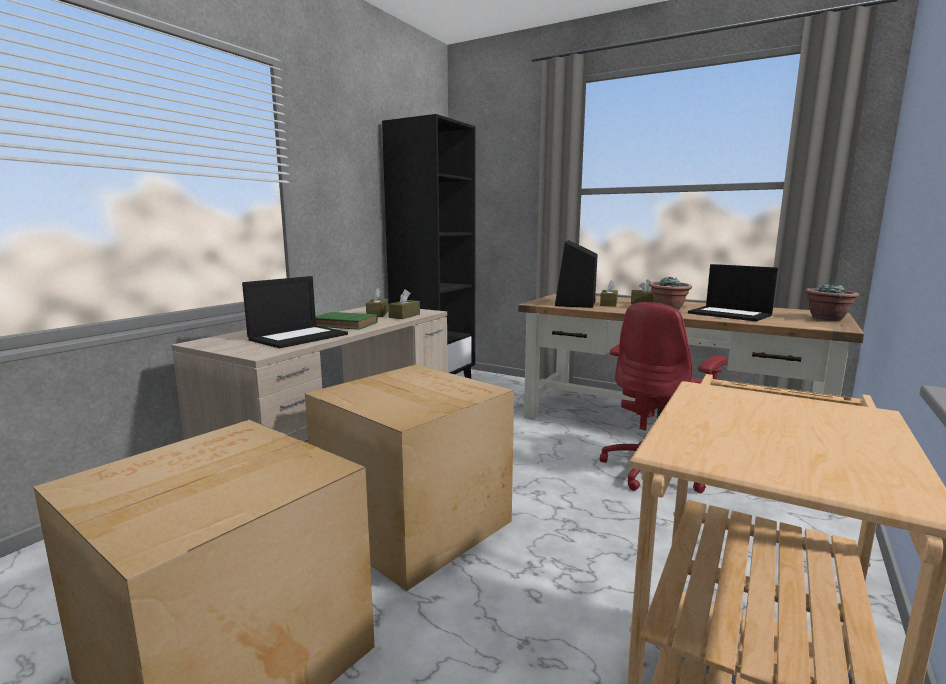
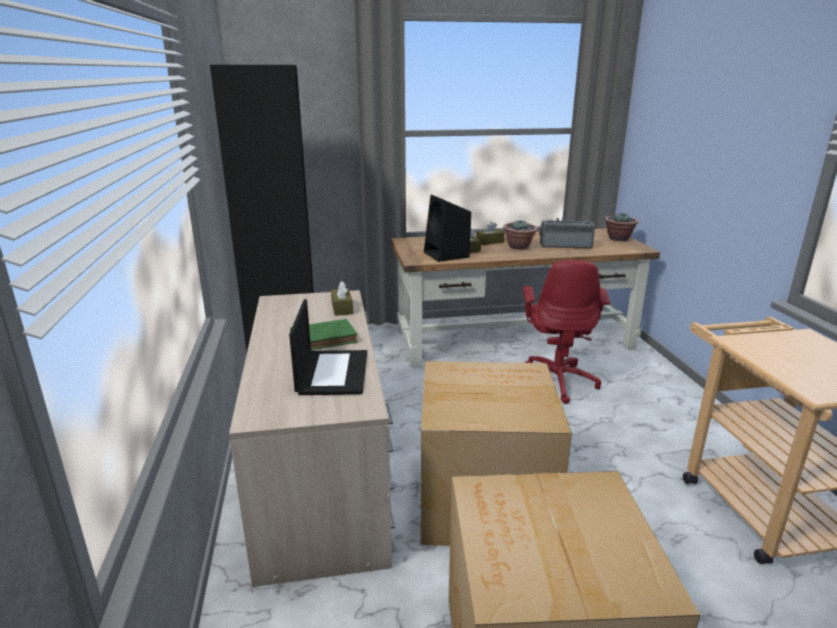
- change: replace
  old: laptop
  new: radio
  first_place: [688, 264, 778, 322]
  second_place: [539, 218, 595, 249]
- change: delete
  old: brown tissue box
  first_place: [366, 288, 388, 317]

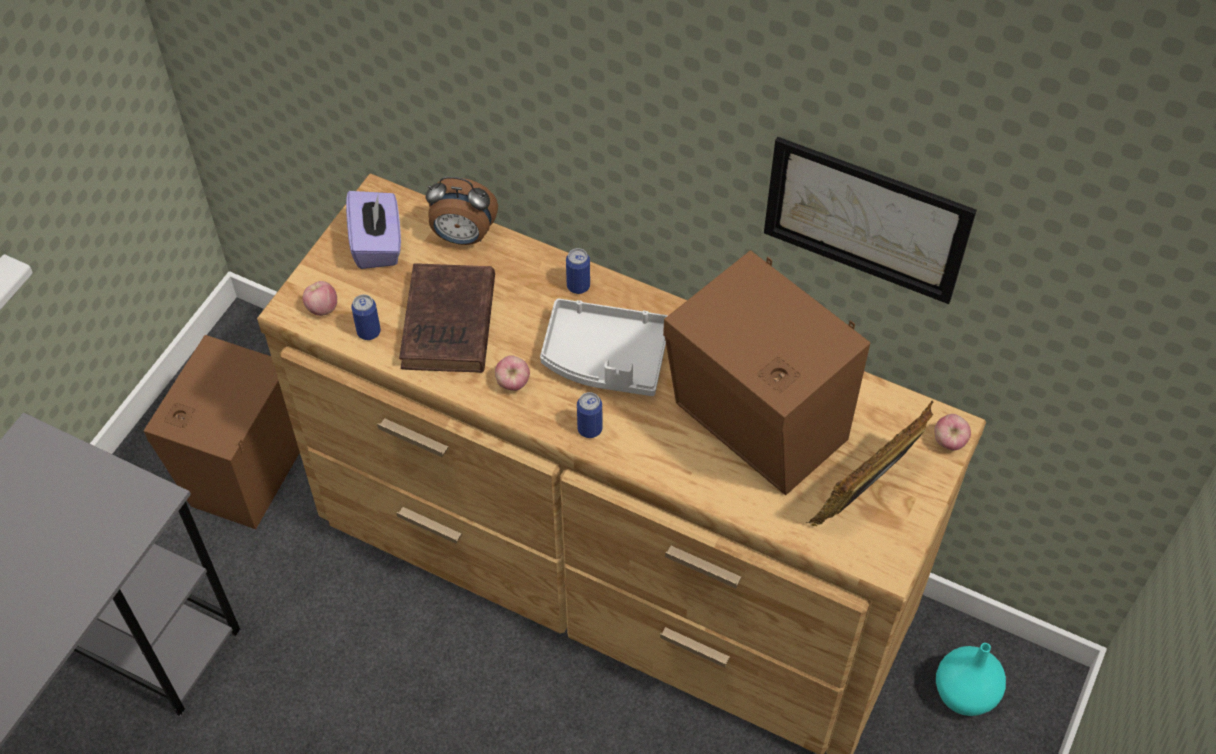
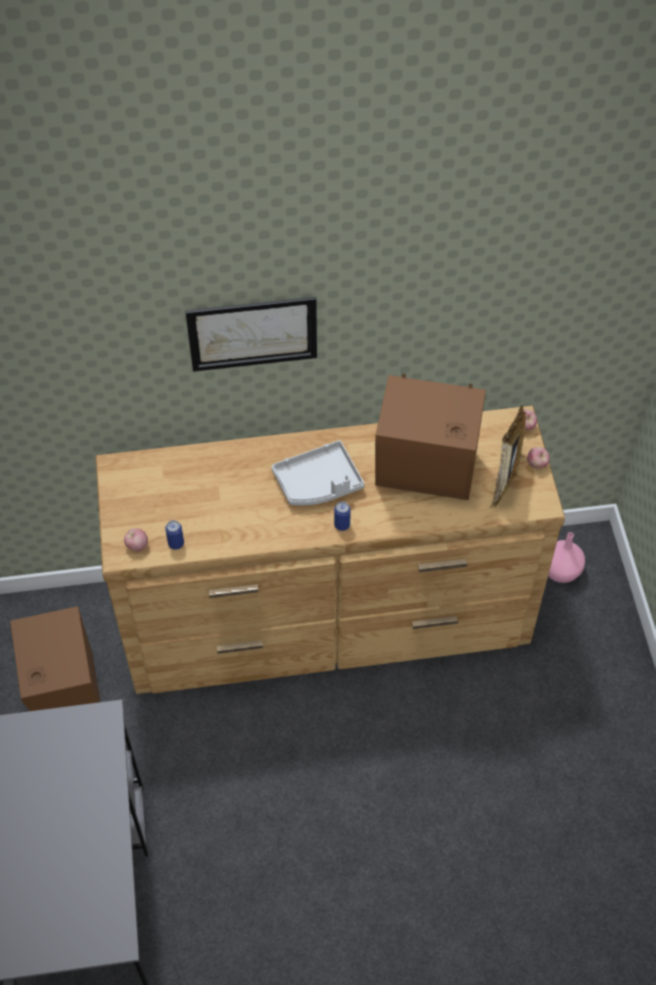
- change: move
  old: picture
  first_place: [764, 137, 977, 304]
  second_place: [185, 297, 317, 372]
- change: delete
  old: alarm clock
  first_place: [426, 177, 498, 245]
- change: delete
  old: purple tissue box
  first_place: [346, 191, 401, 269]
- change: delete
  old: can
  first_place: [566, 248, 590, 294]
- change: delete
  old: brown book
  first_place: [399, 263, 495, 373]
- change: move
  old: apple
  first_place: [495, 355, 530, 391]
  second_place: [527, 447, 550, 468]
- change: recolor
  old: turquoise vase
  new: pink vase
  first_place: [936, 643, 1006, 716]
  second_place: [548, 532, 585, 583]

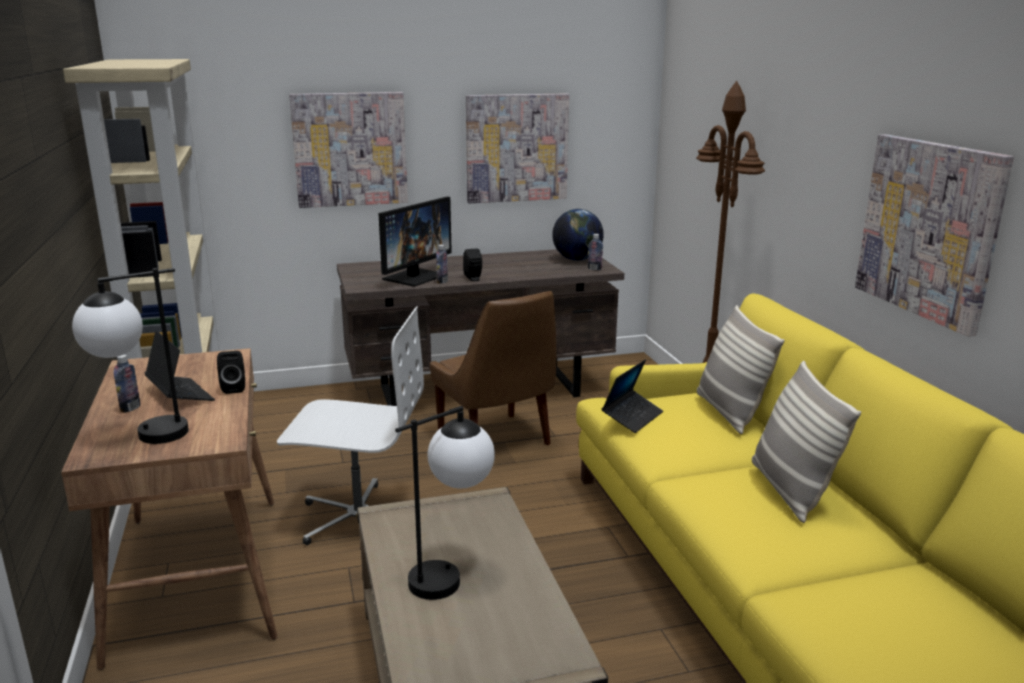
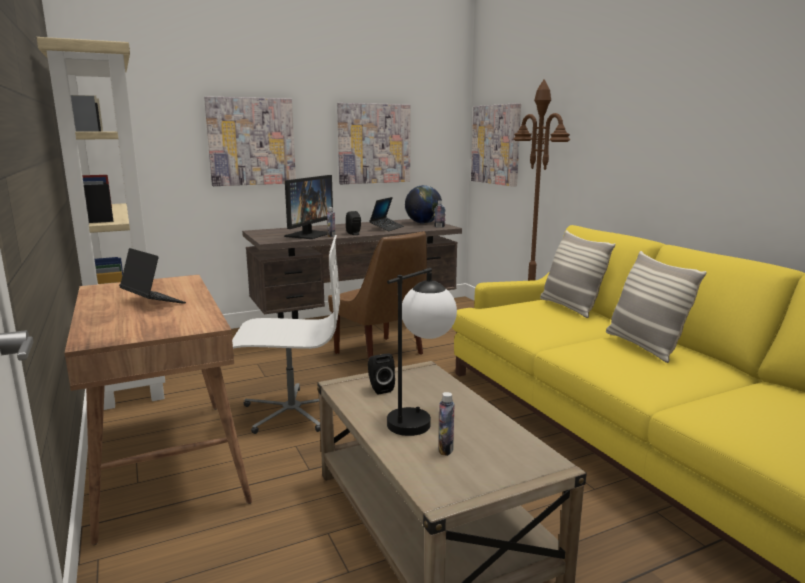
- change: move
  old: picture
  first_place: [855, 134, 1014, 337]
  second_place: [471, 103, 521, 187]
- change: delete
  old: table lamp
  first_place: [72, 268, 189, 444]
- change: move
  old: black speaker
  first_place: [217, 351, 245, 394]
  second_place: [368, 354, 395, 394]
- change: move
  old: bottle
  first_place: [114, 354, 140, 413]
  second_place: [439, 392, 455, 456]
- change: move
  old: laptop
  first_place: [602, 359, 663, 433]
  second_place: [370, 197, 404, 231]

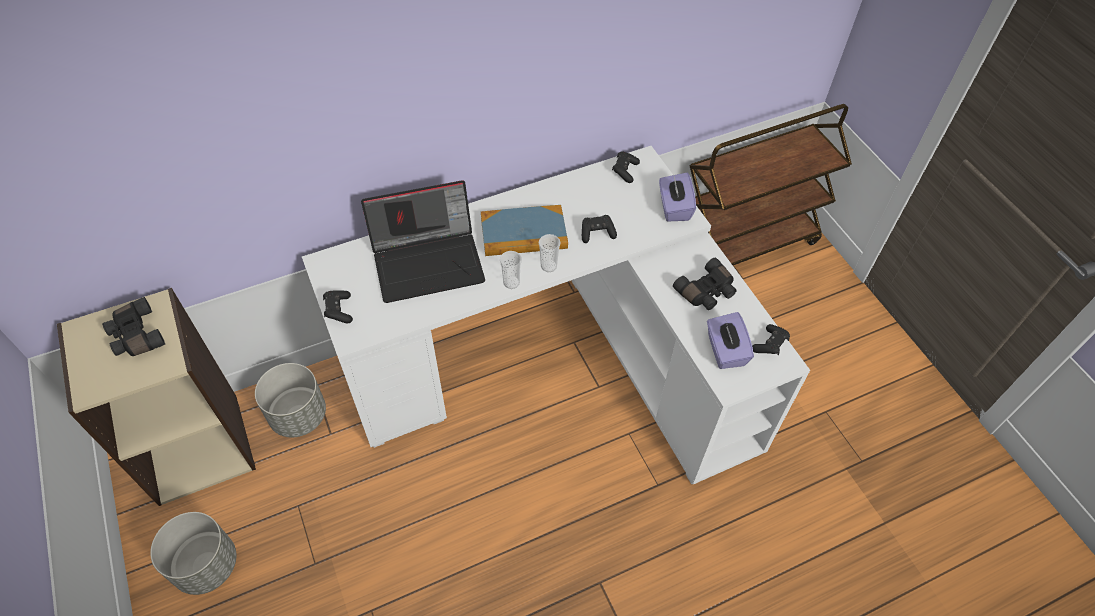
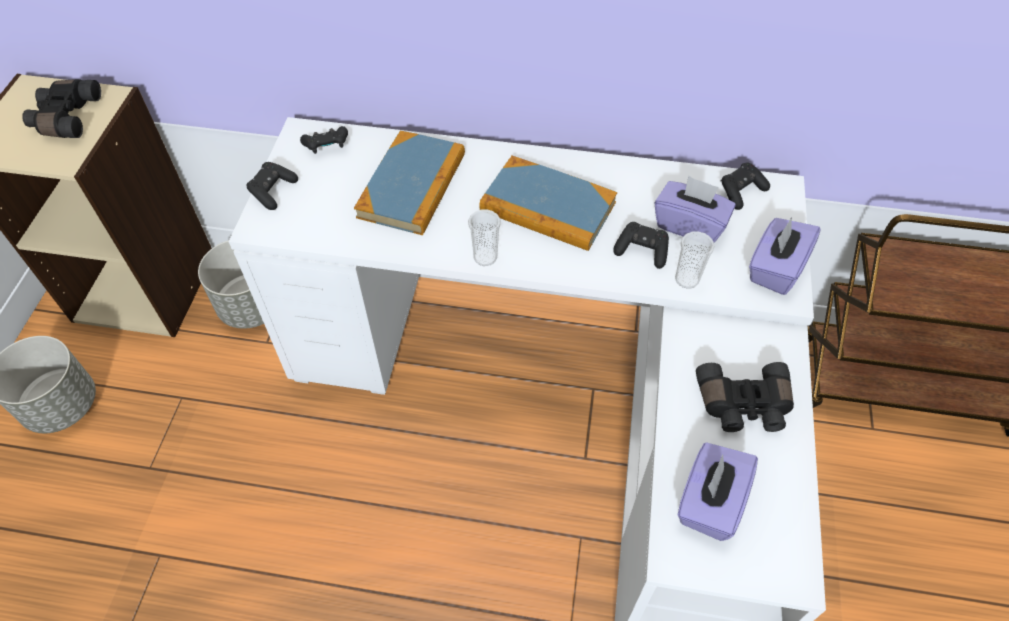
- change: replace
  old: laptop
  new: book
  first_place: [361, 180, 485, 303]
  second_place: [354, 131, 465, 235]
- change: move
  old: cup
  first_place: [539, 234, 561, 272]
  second_place: [675, 231, 715, 288]
- change: move
  old: black game controller
  first_place: [752, 324, 790, 355]
  second_place: [300, 126, 348, 154]
- change: insert
  new: purple tissue box
  second_place: [654, 176, 736, 243]

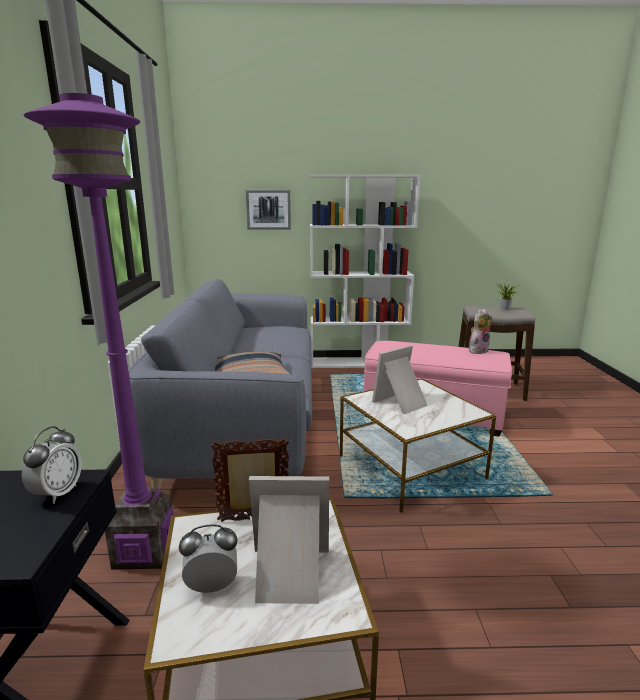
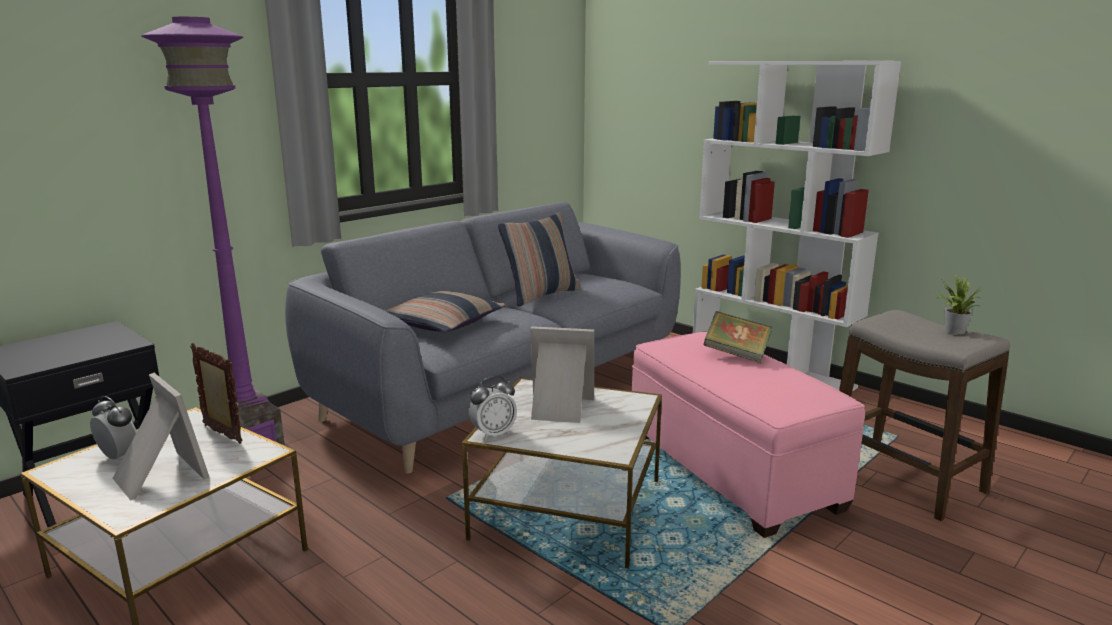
- change: delete
  old: picture
  first_place: [246, 190, 291, 230]
- change: delete
  old: plush toy
  first_place: [469, 309, 492, 354]
- change: move
  old: alarm clock
  first_place: [22, 426, 82, 504]
  second_place: [469, 376, 517, 440]
- change: insert
  new: pillow
  second_place: [498, 213, 580, 307]
- change: insert
  new: book
  second_place: [704, 311, 772, 363]

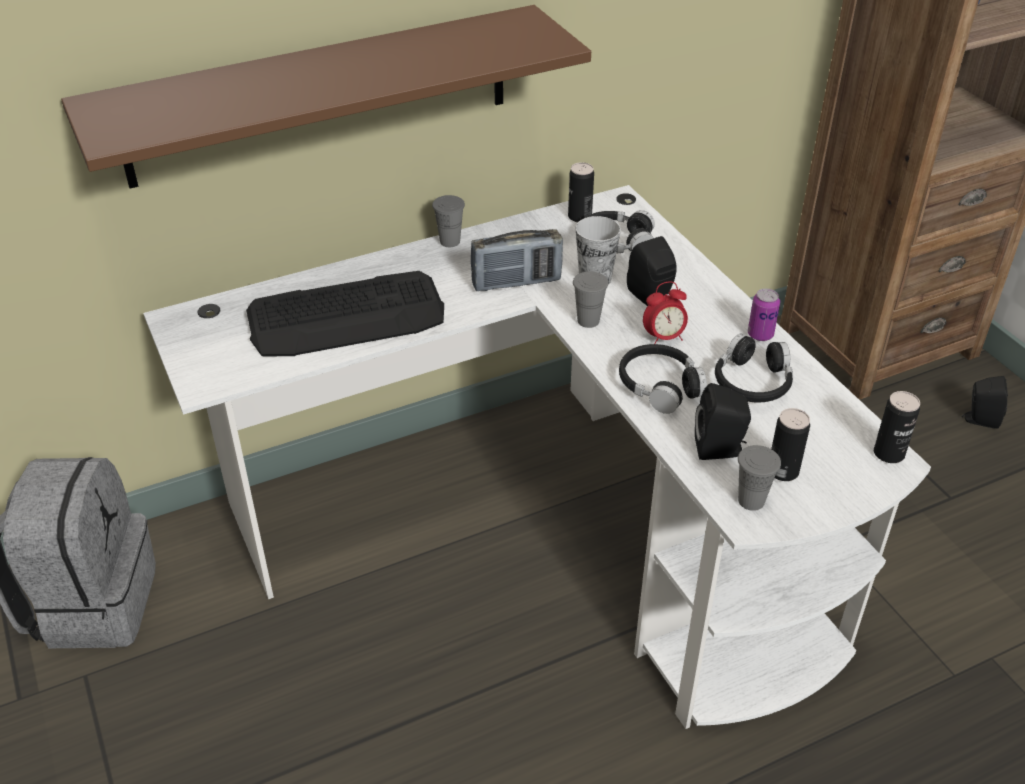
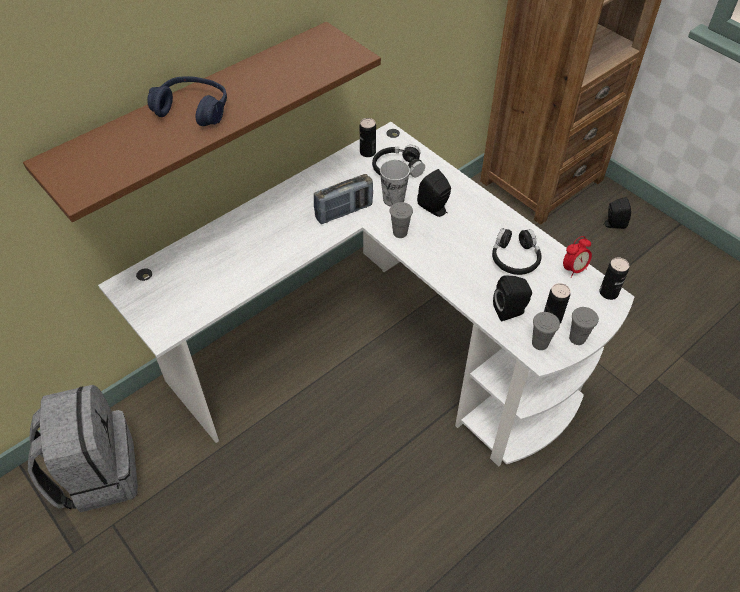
- change: move
  old: grey cup
  first_place: [432, 195, 465, 247]
  second_place: [569, 307, 599, 345]
- change: delete
  old: keyboard
  first_place: [246, 271, 444, 357]
- change: move
  old: alarm clock
  first_place: [643, 281, 688, 344]
  second_place: [563, 236, 592, 278]
- change: delete
  old: can
  first_place: [748, 289, 780, 341]
- change: delete
  old: black headphones
  first_place: [619, 344, 707, 414]
- change: insert
  new: blue headphones
  second_place: [147, 76, 227, 126]

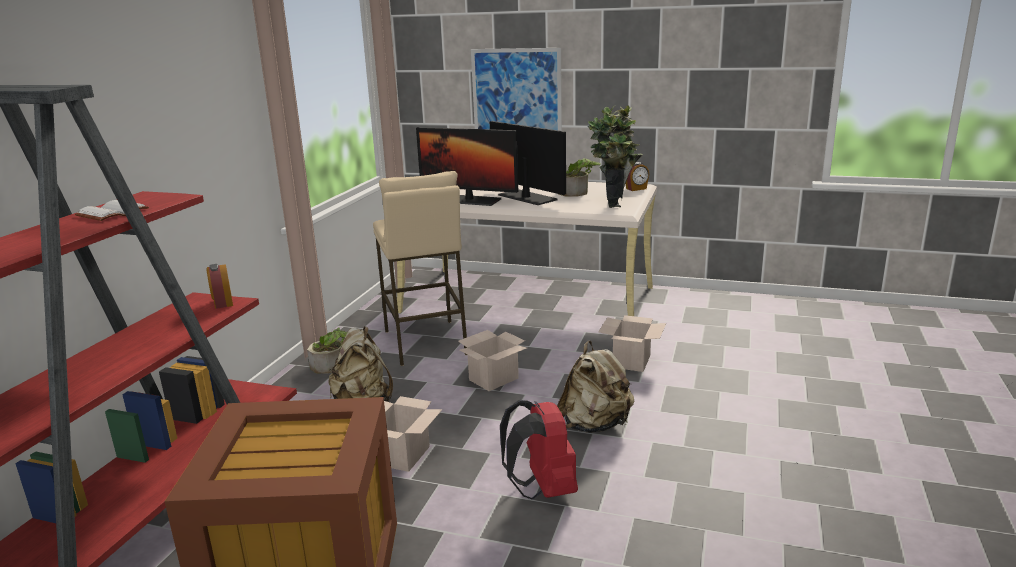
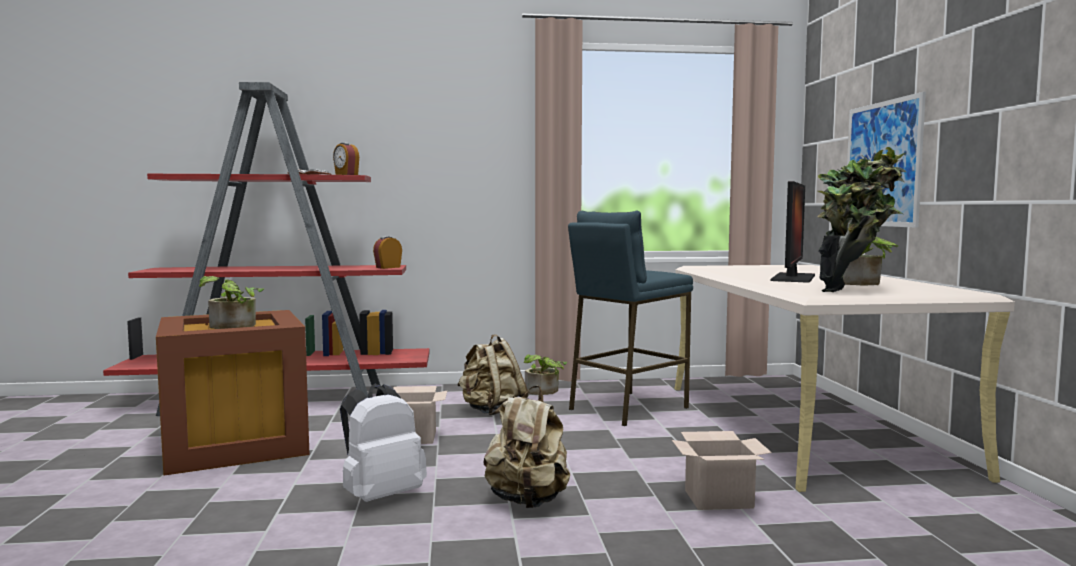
- change: delete
  old: monitor
  first_place: [416, 127, 518, 206]
- change: move
  old: alarm clock
  first_place: [626, 162, 649, 191]
  second_place: [333, 142, 359, 175]
- change: recolor
  old: beige stool
  new: blue stool
  first_place: [373, 171, 467, 366]
  second_place: [568, 210, 693, 426]
- change: delete
  old: cardboard box
  first_place: [458, 330, 527, 391]
- change: recolor
  old: red backpack
  new: white backpack
  first_place: [500, 400, 578, 500]
  second_place: [340, 384, 427, 502]
- change: insert
  new: potted plant
  second_place: [199, 276, 264, 329]

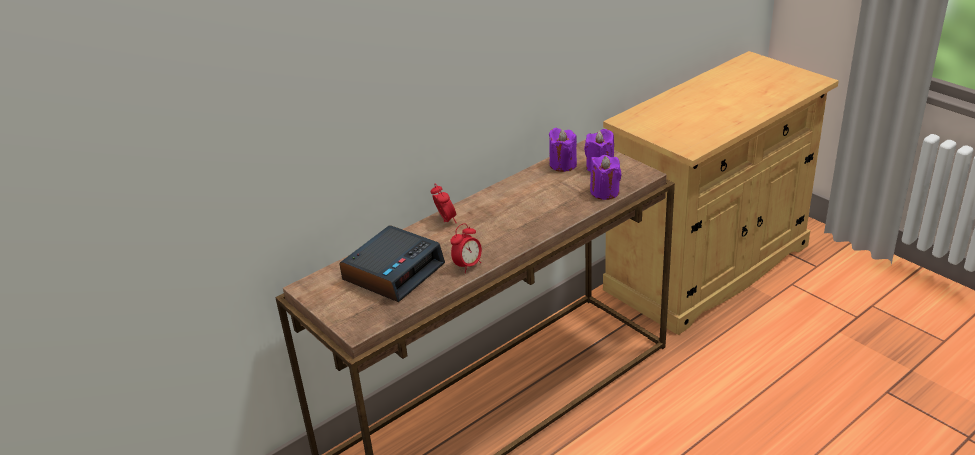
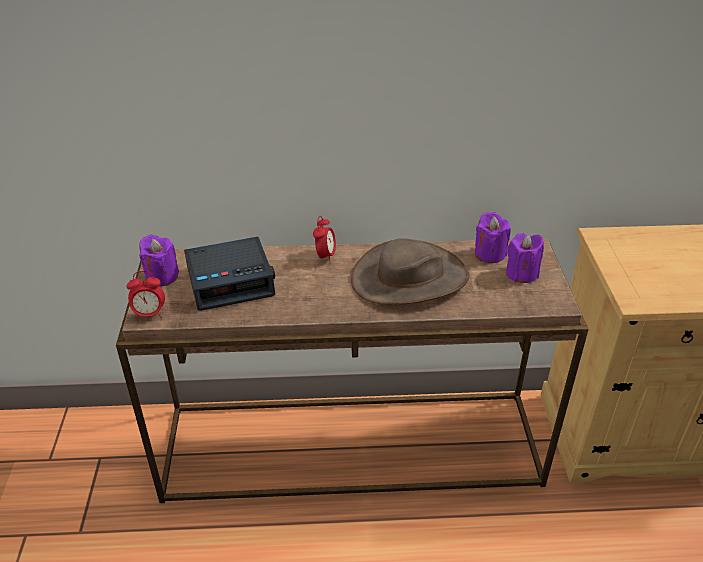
- change: move
  old: purple candle
  first_place: [590, 155, 622, 200]
  second_place: [139, 235, 179, 287]
- change: move
  old: alarm clock
  first_place: [450, 223, 482, 273]
  second_place: [127, 271, 165, 321]
- change: insert
  new: brown hat
  second_place: [351, 239, 469, 305]

